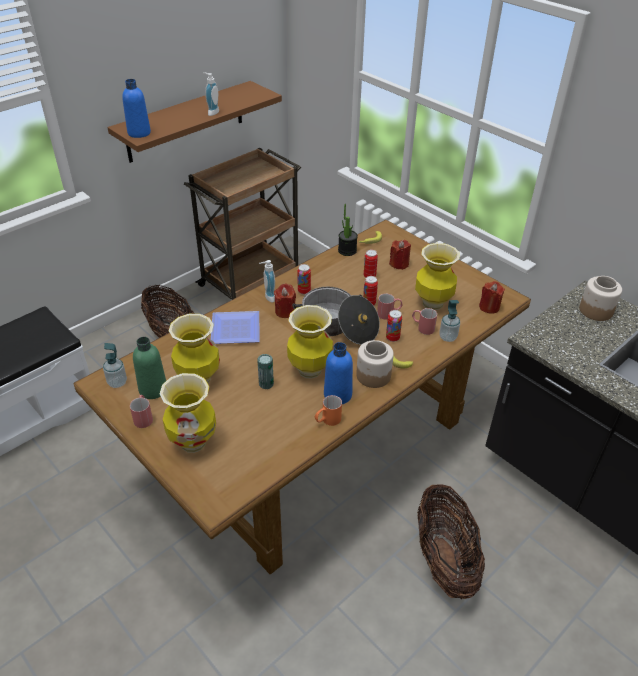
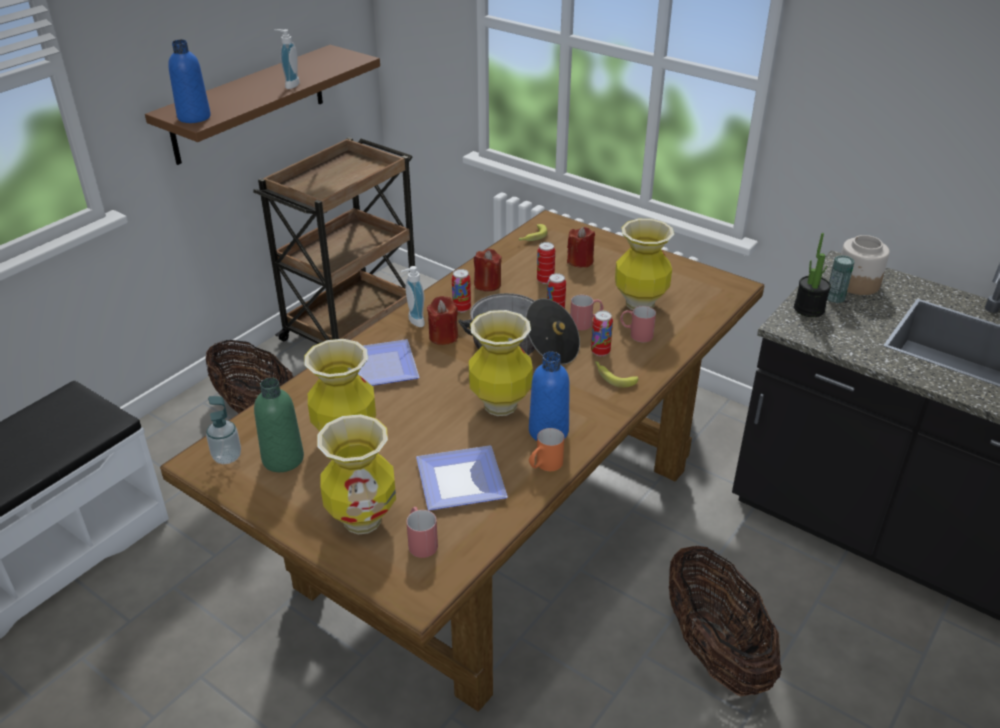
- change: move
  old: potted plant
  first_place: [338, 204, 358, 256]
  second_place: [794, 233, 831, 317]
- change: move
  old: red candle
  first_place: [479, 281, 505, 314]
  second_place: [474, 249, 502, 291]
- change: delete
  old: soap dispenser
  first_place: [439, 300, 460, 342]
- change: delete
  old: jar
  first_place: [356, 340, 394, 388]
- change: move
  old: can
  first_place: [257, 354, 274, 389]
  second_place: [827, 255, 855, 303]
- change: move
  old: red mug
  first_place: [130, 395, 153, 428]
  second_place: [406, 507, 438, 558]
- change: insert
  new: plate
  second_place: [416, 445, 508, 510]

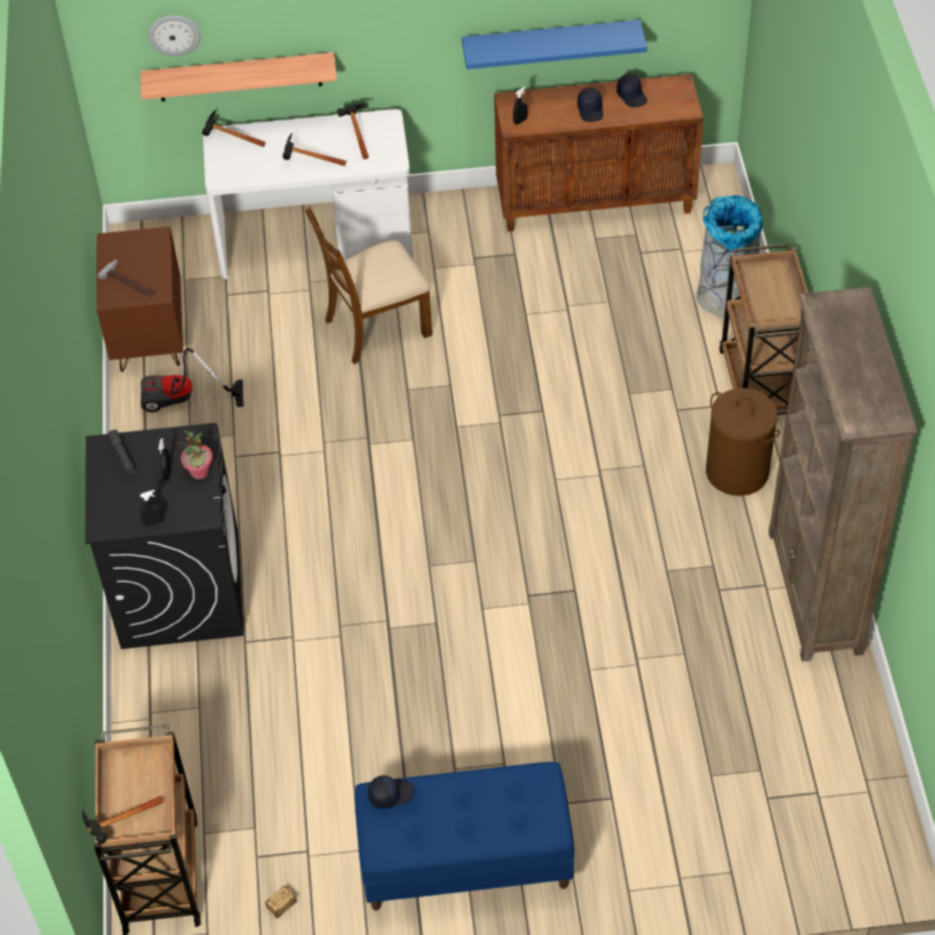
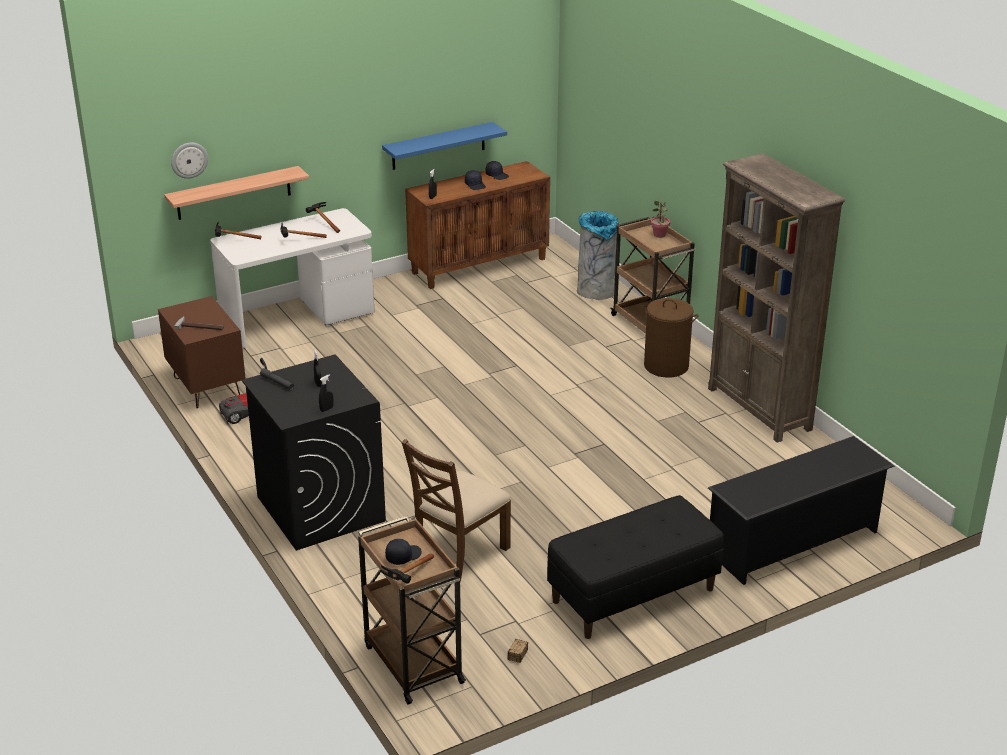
- change: move
  old: brown chair
  first_place: [305, 207, 432, 364]
  second_place: [402, 439, 511, 582]
- change: move
  old: potted plant
  first_place: [181, 430, 213, 479]
  second_place: [651, 200, 670, 238]
- change: recolor
  old: blue bench
  new: black bench
  first_place: [355, 762, 574, 911]
  second_place: [547, 495, 724, 639]
- change: move
  old: black cap
  first_place: [368, 775, 414, 809]
  second_place: [385, 539, 421, 565]
- change: insert
  new: black shoe rack
  second_place: [708, 436, 894, 585]

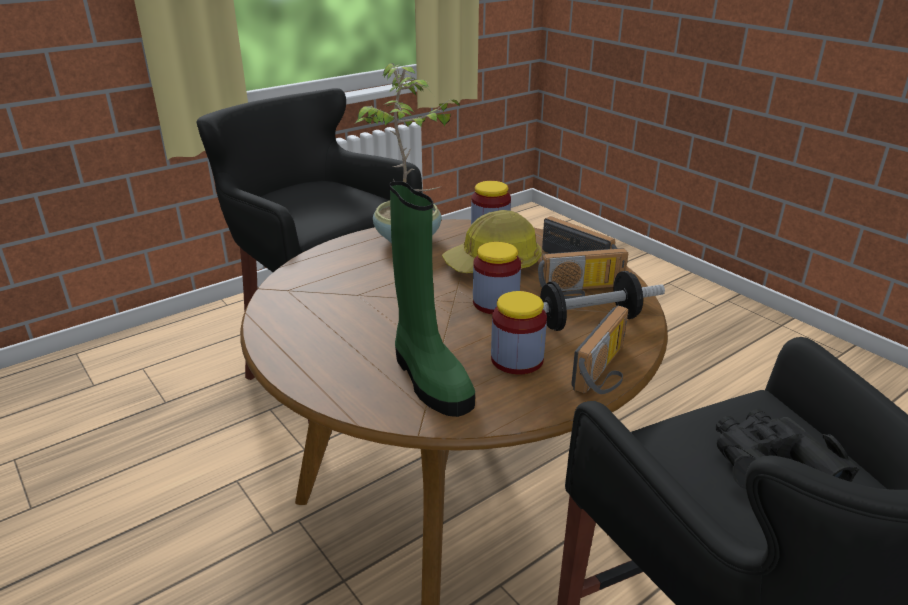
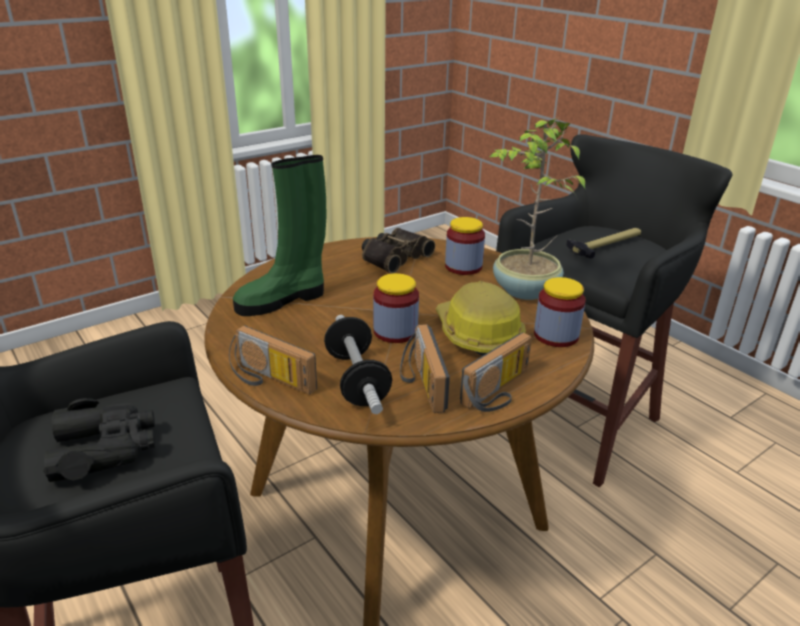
- change: move
  old: jar
  first_place: [491, 291, 547, 374]
  second_place: [445, 217, 485, 275]
- change: insert
  new: binoculars
  second_place: [362, 228, 435, 273]
- change: insert
  new: hammer
  second_place: [566, 228, 641, 258]

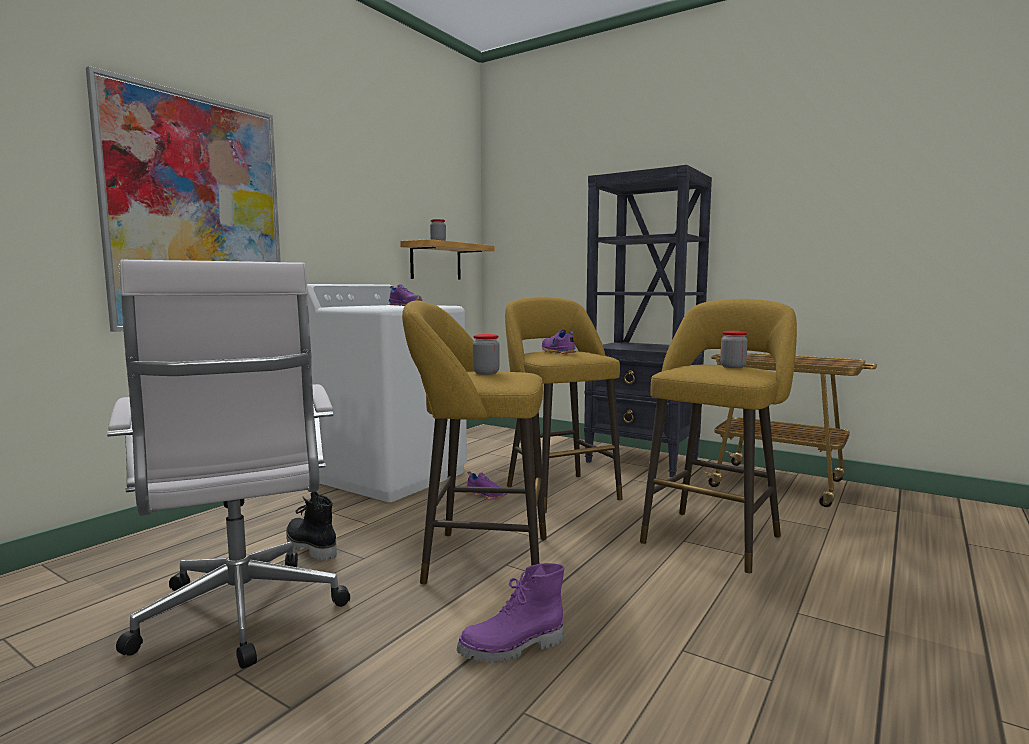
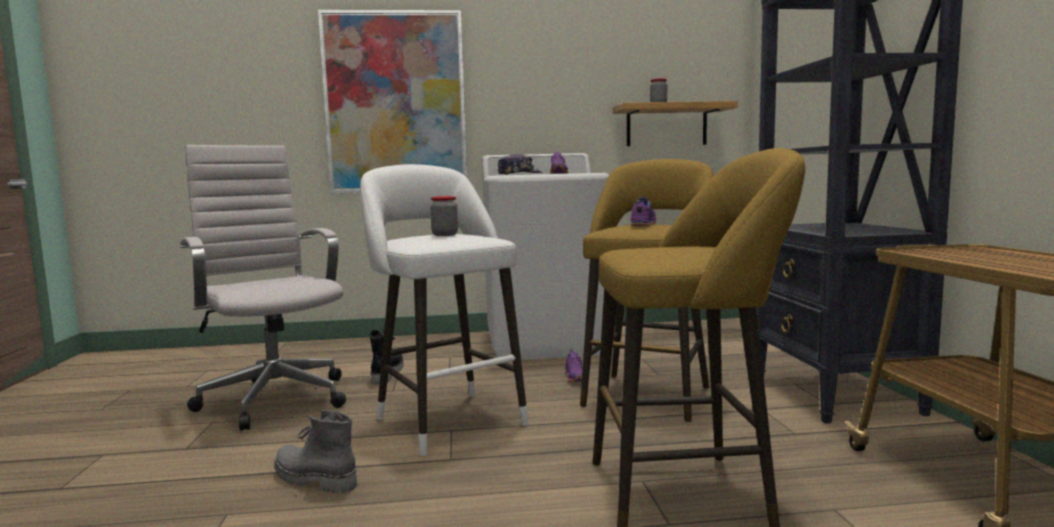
- change: rotate
  old: white office chair
  first_place: [107, 260, 350, 669]
  second_place: [180, 145, 346, 431]
  degrees: 120
- change: recolor
  old: yellow stool
  new: white stool
  first_place: [402, 300, 547, 584]
  second_place: [360, 164, 529, 456]
- change: delete
  old: jar
  first_place: [720, 331, 748, 368]
- change: recolor
  old: purple boot
  new: grey boot
  first_place: [457, 563, 564, 663]
  second_place: [275, 410, 357, 493]
- change: insert
  new: cap
  second_place: [498, 153, 542, 175]

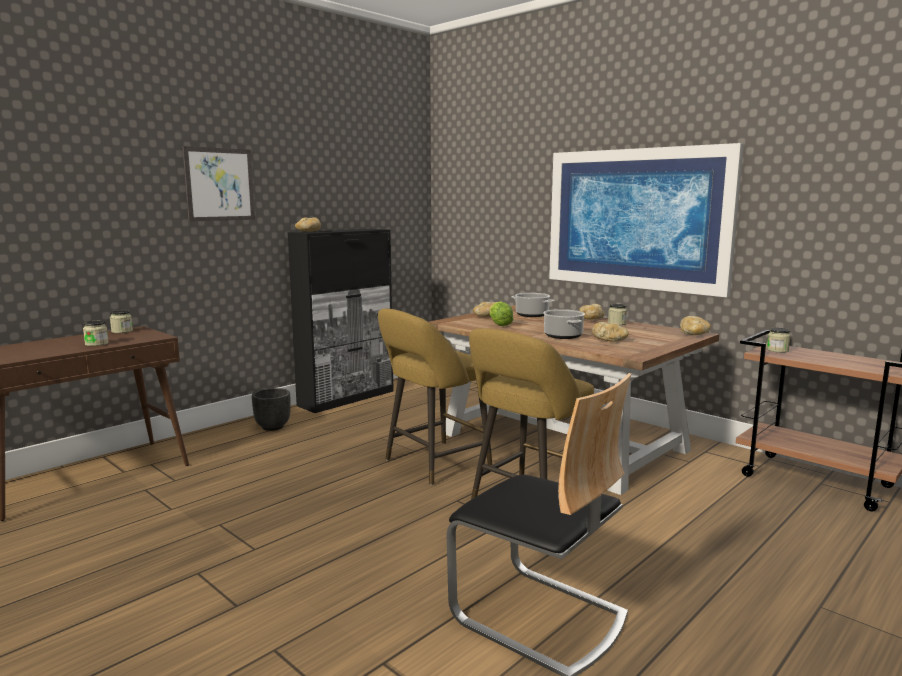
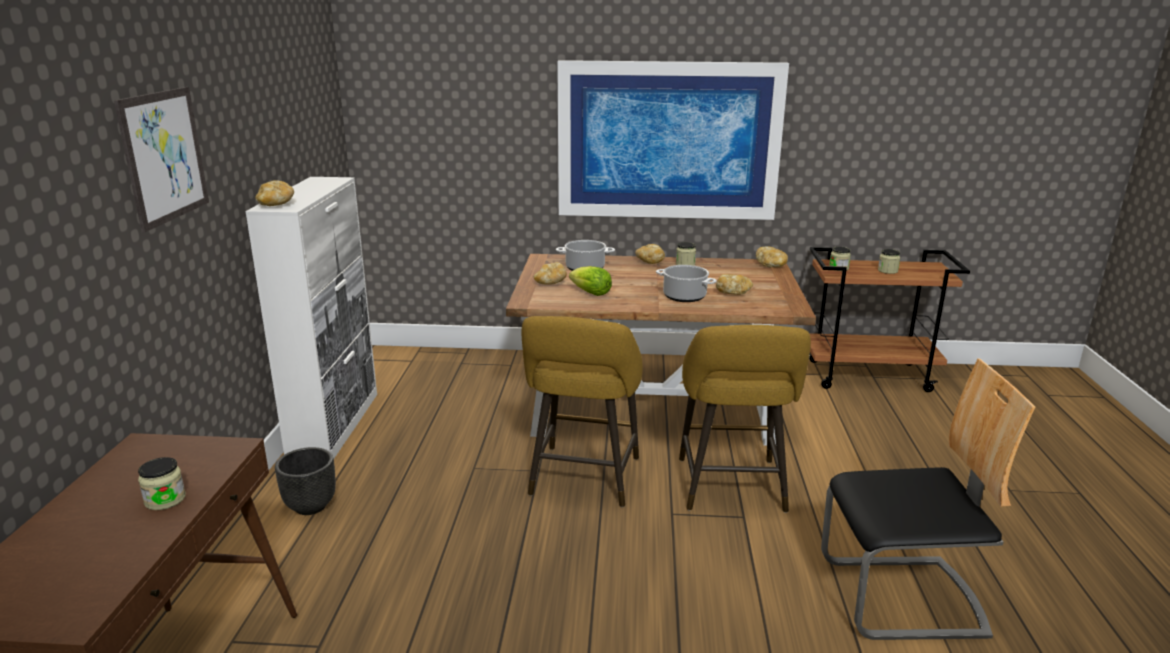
- change: recolor
  old: black cabinet
  new: white cabinet
  first_place: [288, 229, 393, 413]
  second_place: [245, 177, 377, 458]
- change: move
  old: jar
  first_place: [110, 310, 133, 333]
  second_place: [878, 249, 900, 274]

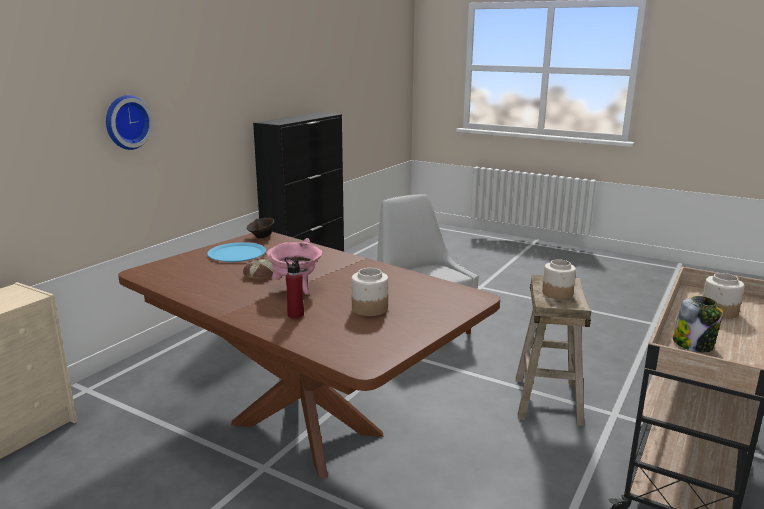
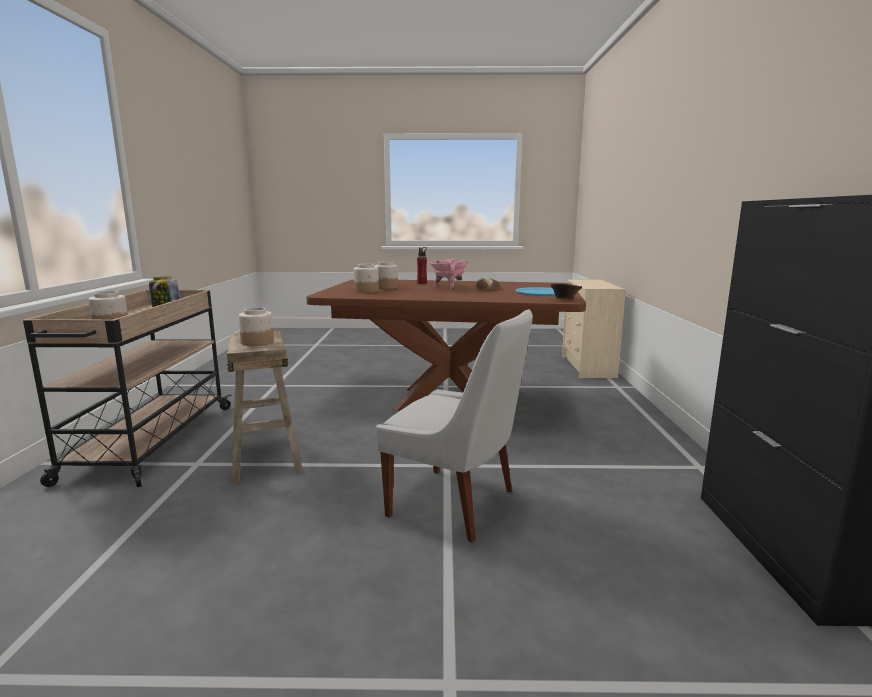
- change: delete
  old: wall clock
  first_place: [106, 95, 153, 150]
- change: insert
  new: jar
  second_place: [354, 264, 379, 293]

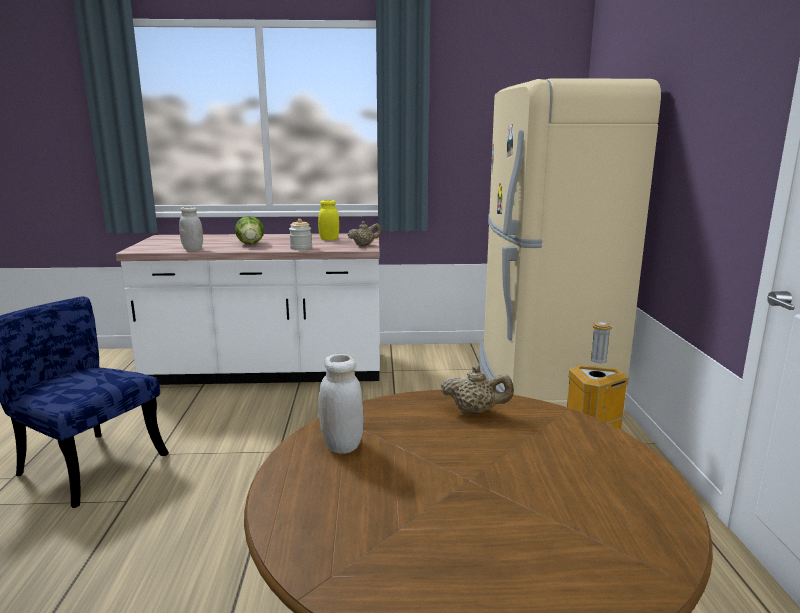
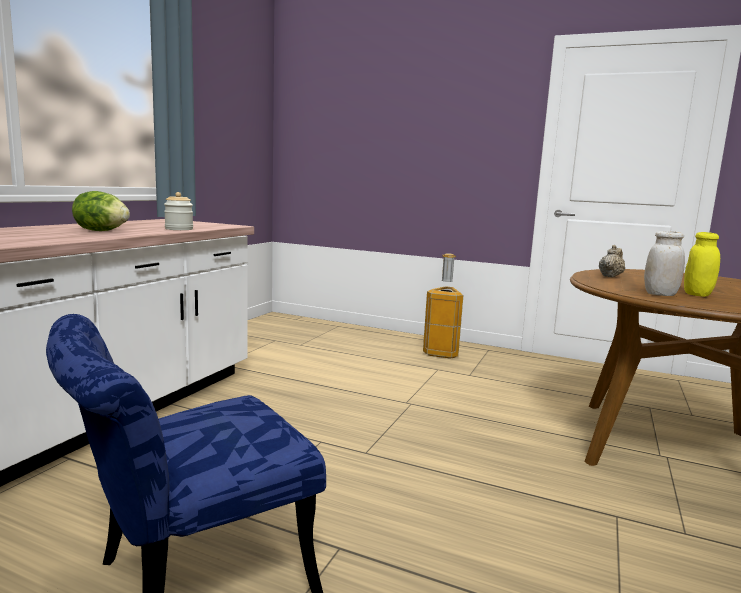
- change: delete
  old: beige fridge
  first_place: [479, 78, 661, 413]
- change: move
  old: yellow jar
  first_place: [318, 200, 339, 240]
  second_place: [684, 232, 720, 297]
- change: delete
  old: white jar
  first_place: [179, 207, 203, 251]
- change: delete
  old: beige teapot
  first_place: [348, 221, 381, 246]

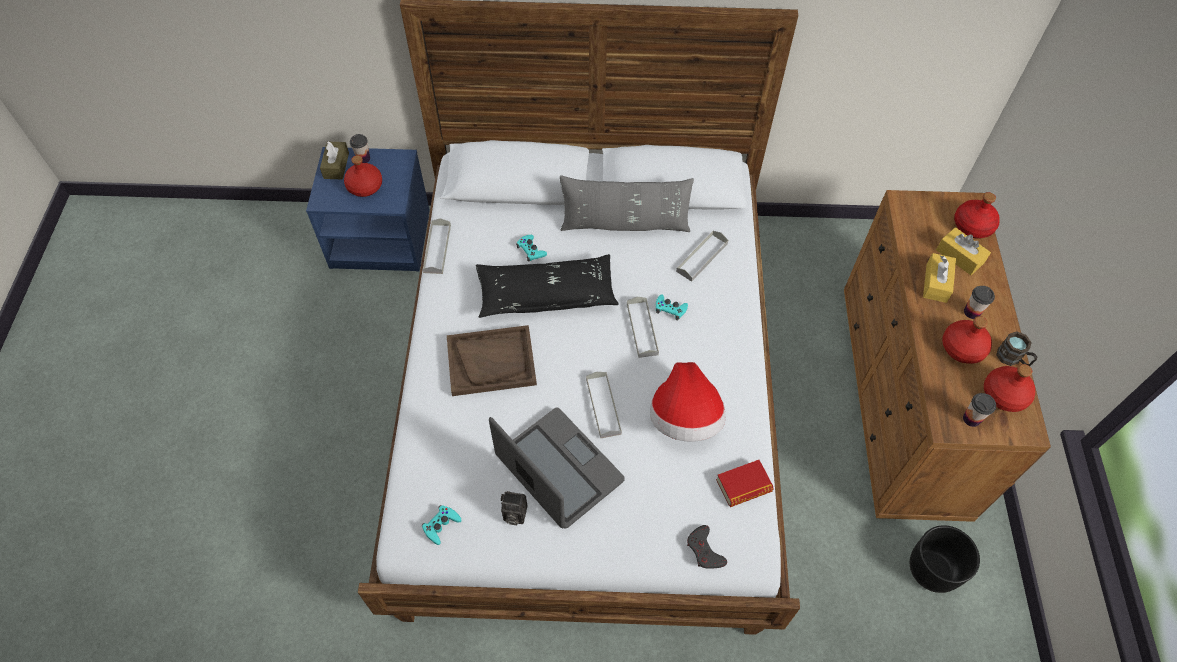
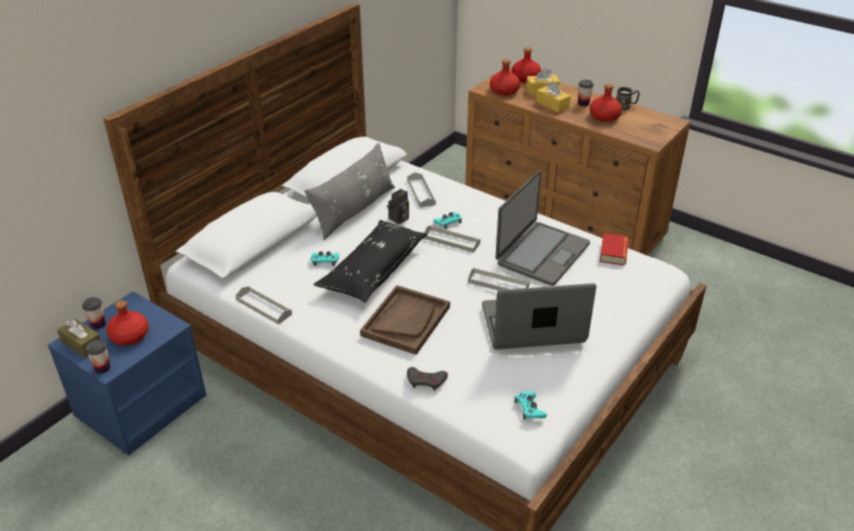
- change: replace
  old: hat
  new: laptop
  first_place: [650, 362, 726, 442]
  second_place: [496, 170, 590, 286]
- change: move
  old: red bottle
  first_place: [984, 364, 1035, 412]
  second_place: [490, 59, 520, 96]
- change: move
  old: cup
  first_place: [963, 393, 996, 427]
  second_place: [86, 340, 111, 374]
- change: move
  old: photo camera
  first_place: [501, 491, 528, 525]
  second_place: [387, 189, 409, 224]
- change: move
  old: grey game controller
  first_place: [687, 525, 727, 568]
  second_place: [407, 367, 448, 391]
- change: delete
  old: black planter
  first_place: [910, 525, 980, 593]

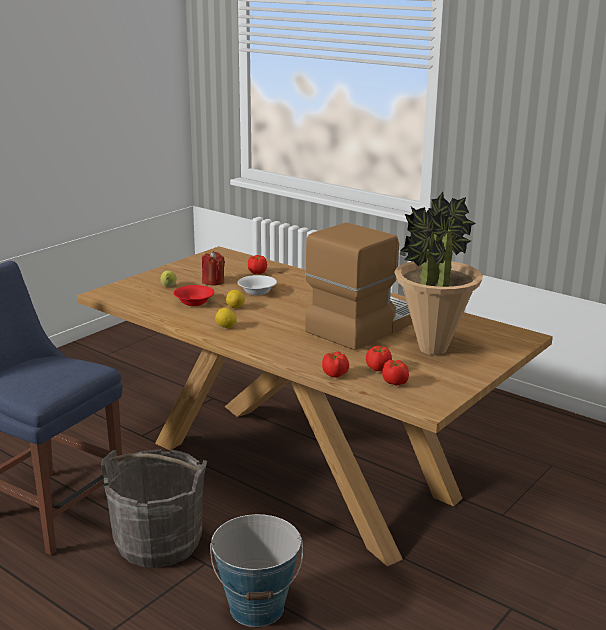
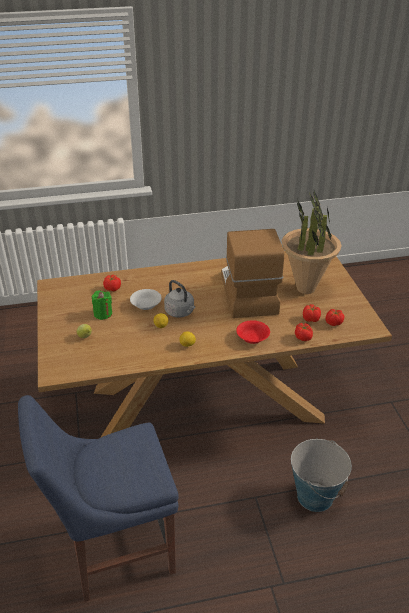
- change: recolor
  old: red candle
  new: green candle
  first_place: [202, 251, 225, 285]
  second_place: [92, 290, 112, 320]
- change: move
  old: red bowl
  first_place: [173, 285, 214, 306]
  second_place: [236, 320, 270, 344]
- change: delete
  old: grey bucket
  first_place: [101, 449, 207, 568]
- change: insert
  new: grey kettle
  second_place: [164, 280, 195, 318]

